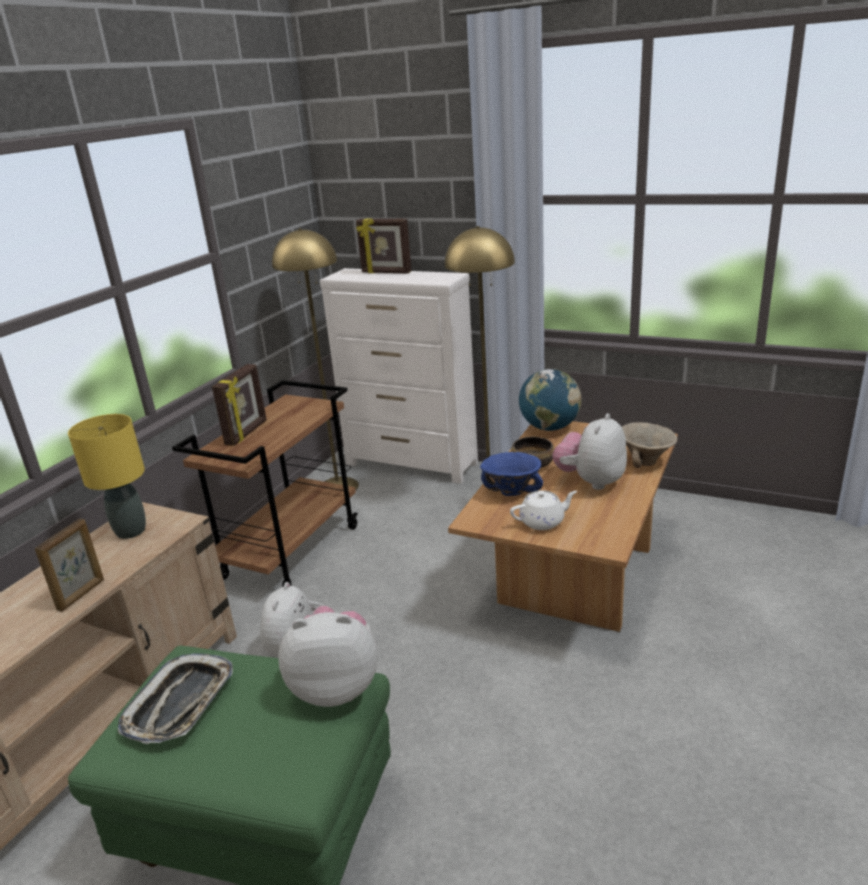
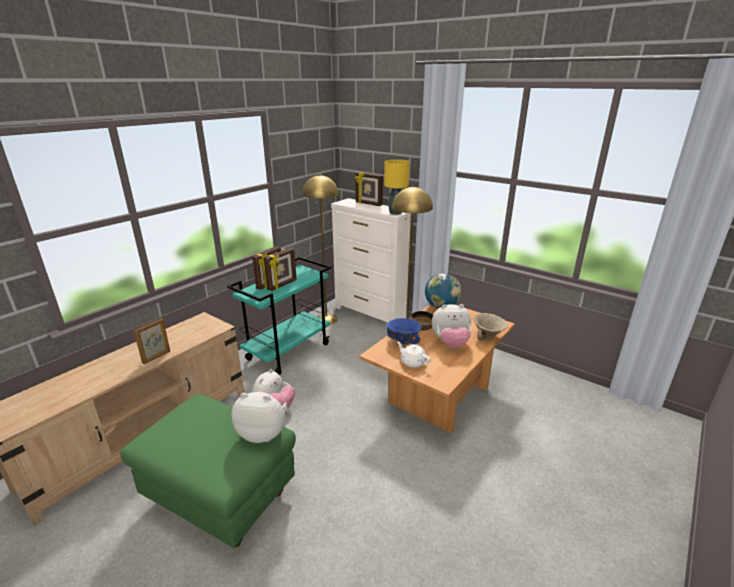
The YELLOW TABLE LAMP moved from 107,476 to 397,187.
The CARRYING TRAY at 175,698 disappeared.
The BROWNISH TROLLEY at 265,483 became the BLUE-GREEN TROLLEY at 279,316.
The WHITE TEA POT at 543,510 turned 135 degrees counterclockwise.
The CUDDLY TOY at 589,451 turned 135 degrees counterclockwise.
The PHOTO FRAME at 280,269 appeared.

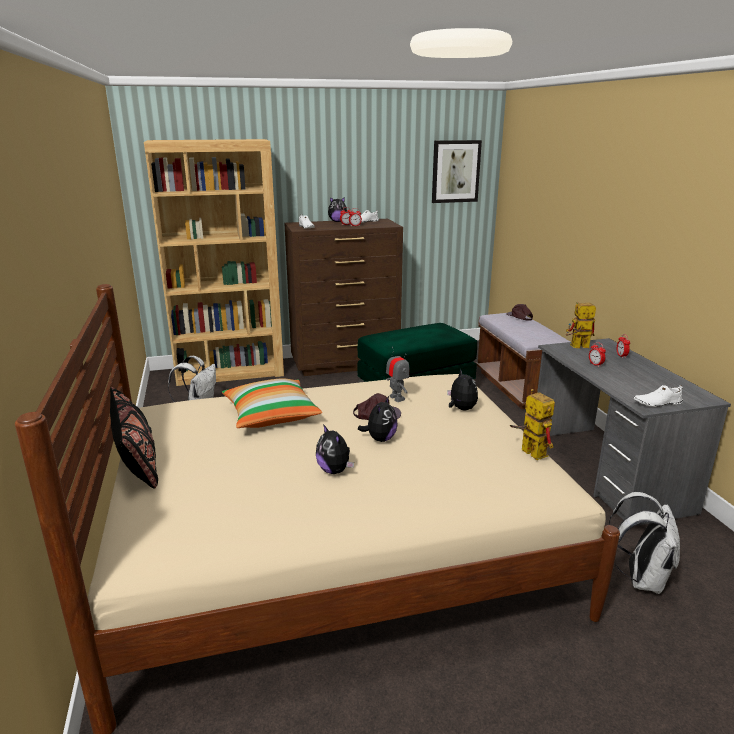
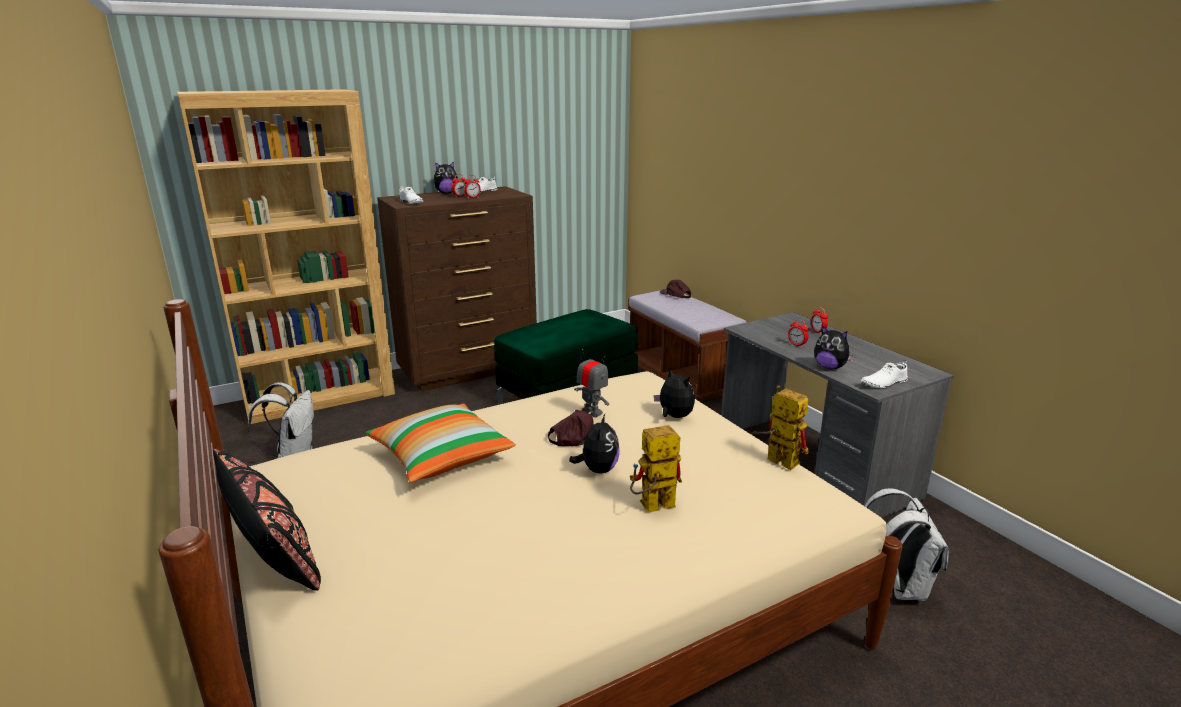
The CUDDLY TOY moved from 335,449 to 834,347.
The WALL ART at 457,171 disappeared.
The TOY ROBOT moved from 581,325 to 656,468.

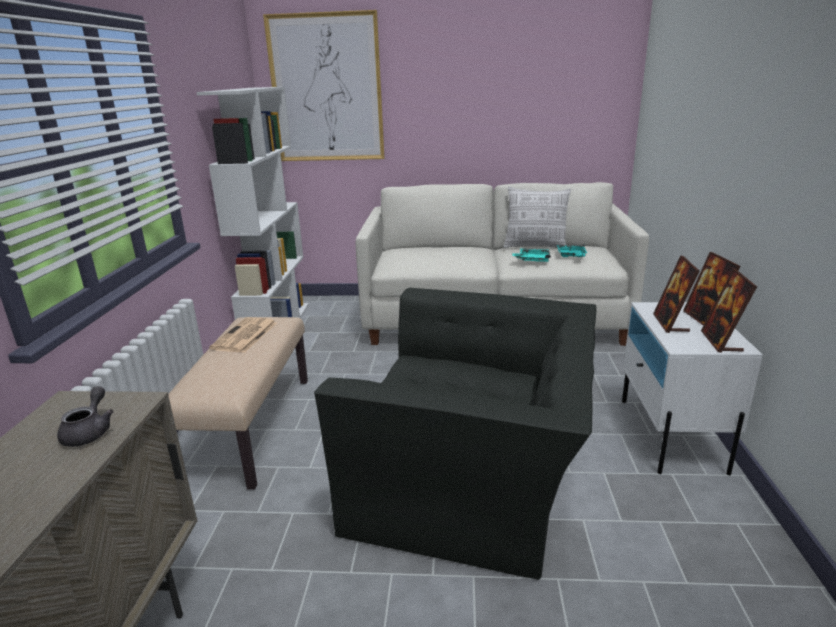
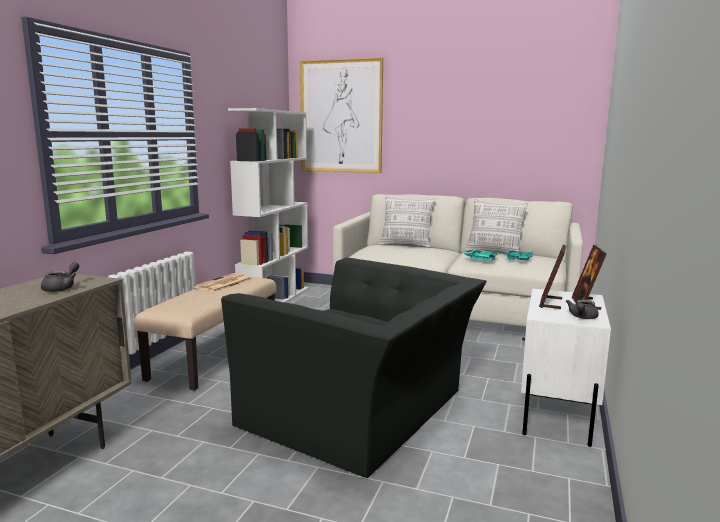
The PHOTO FRAME at 729,311 was replaced by the GREYISH TEA POT at 582,309.
The PILLOW at 407,221 appeared.

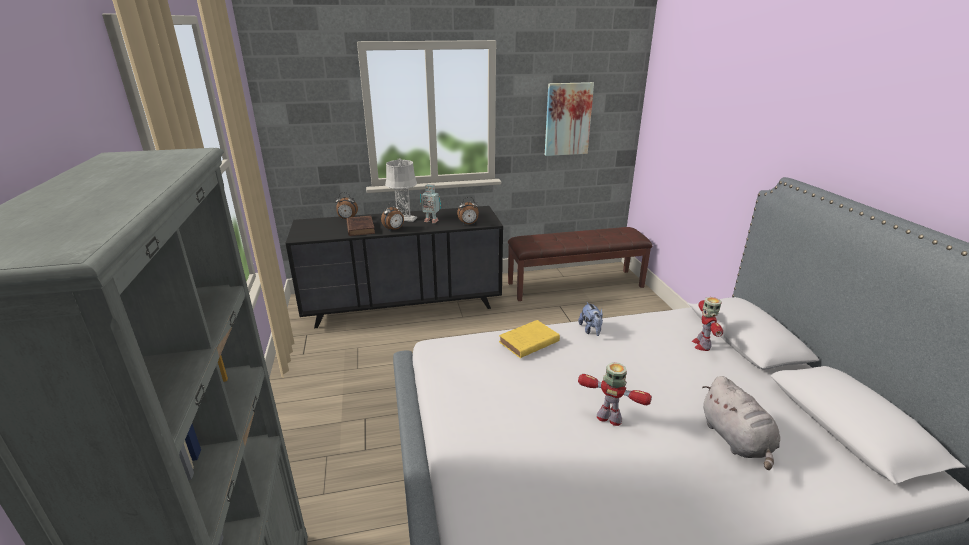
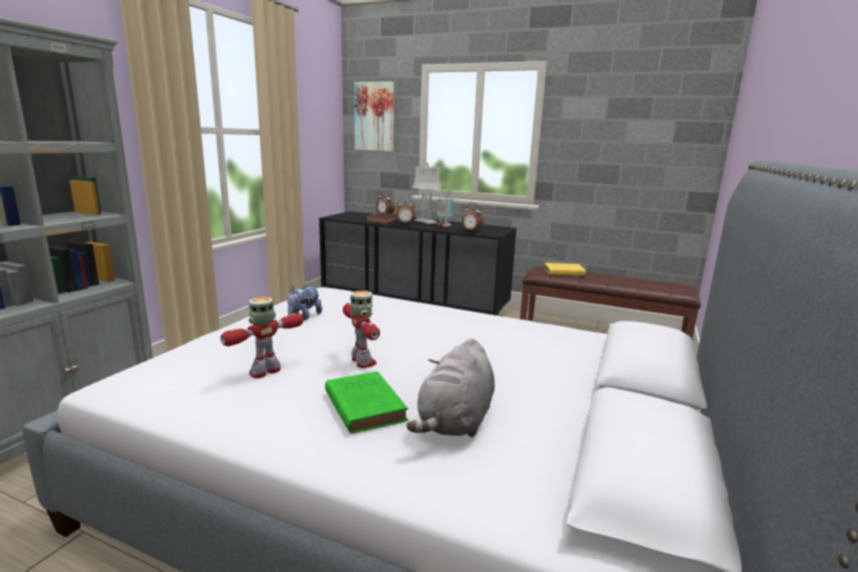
The YELLOW BOUND BOOK moved from 529,339 to 565,269.
The WALL ART moved from 569,119 to 374,116.
The CUDDLY TOY moved from 590,319 to 304,303.
The TOY ROBOT moved from 707,324 to 262,337.
The GREEN BOUND BOOK at 366,402 appeared.

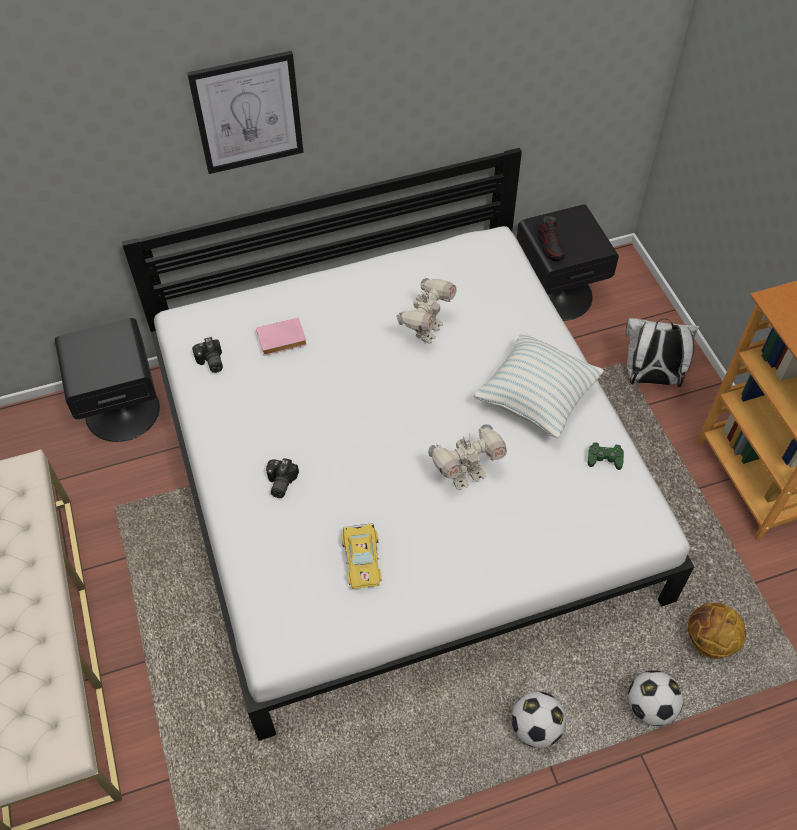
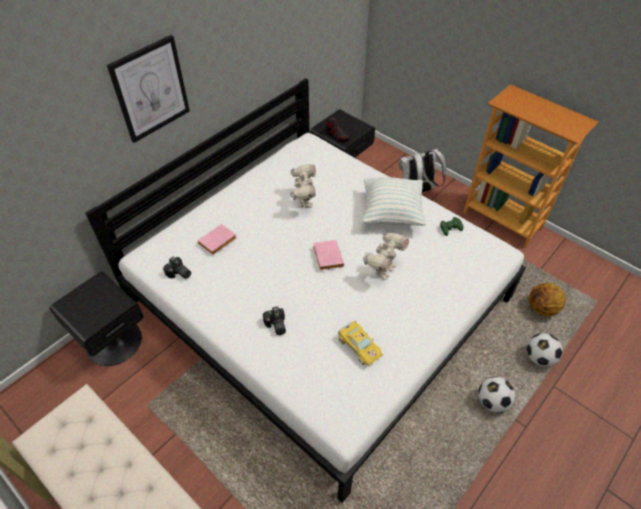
The PINK BOUND BOOK at 328,255 appeared.

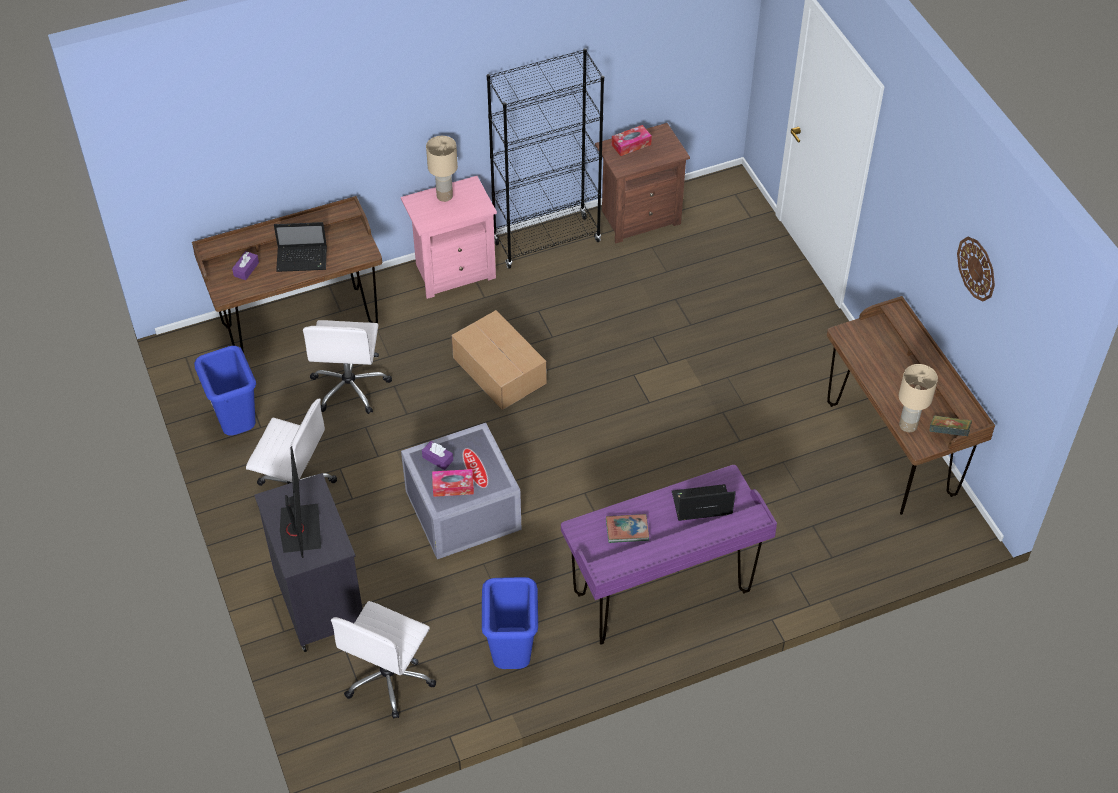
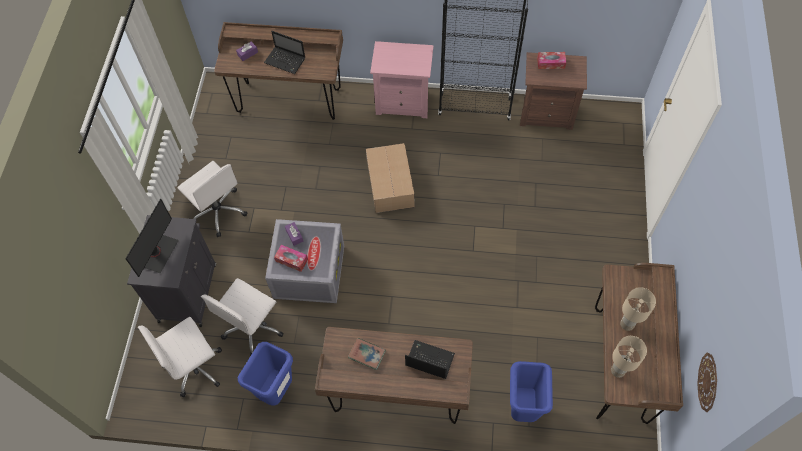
The BLUISH RUBBISH BIN moved from 225,391 to 531,391.
The WHITE OFFICE CHAIR moved from 347,367 to 242,317.
The BEIGE TABLE LAMP moved from 442,169 to 638,309.
The PURPLE-COLOURED DESK at 669,555 became the BROWNISH DESK at 394,375.
The BOUND BOOK at 950,425 disappeared.
The CLOCK ON THE WALL moved from 976,269 to 707,382.

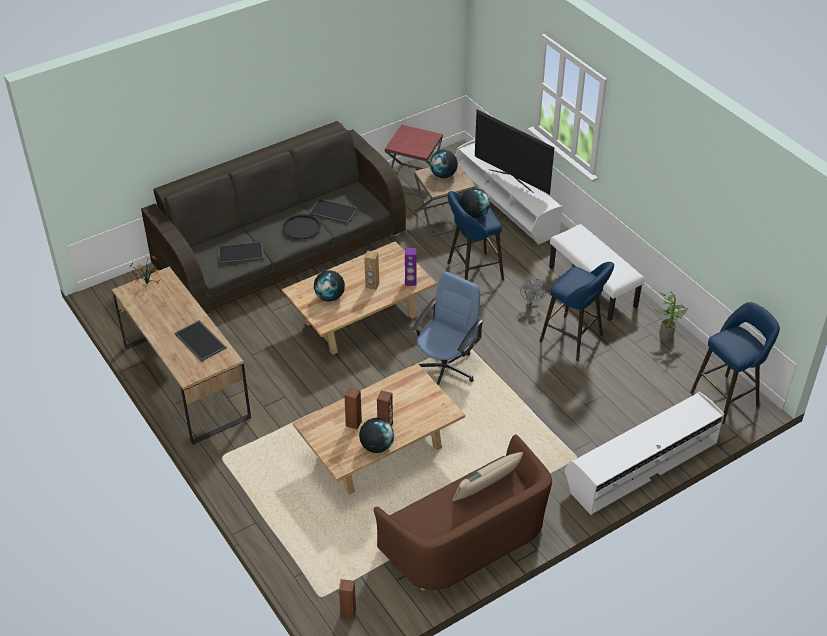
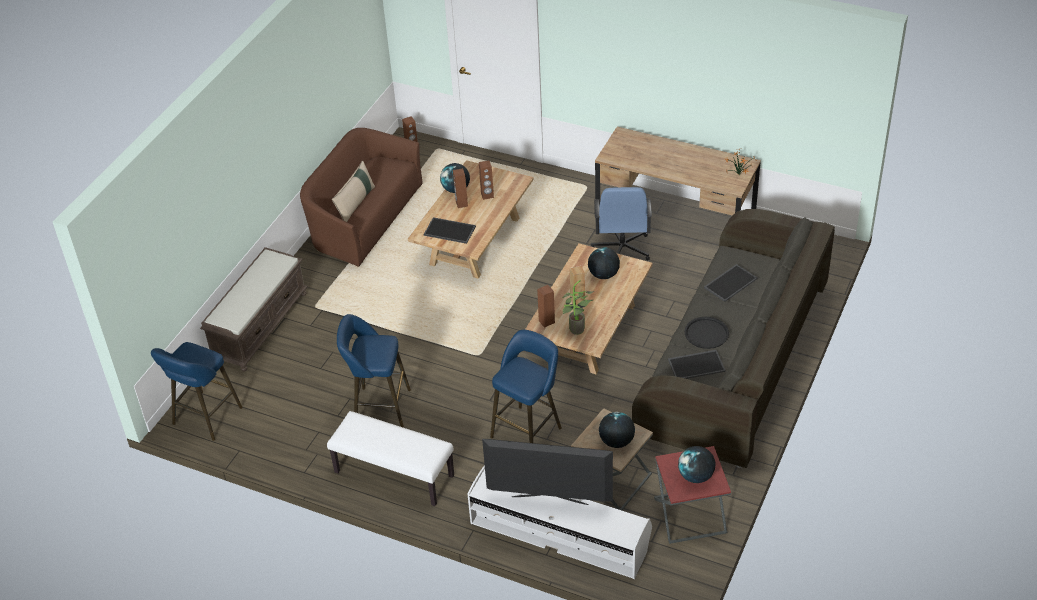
The CARRYING TRAY moved from 200,341 to 450,230.
The PURPLE-COLOURED AUDIO SPEAKER at 411,267 became the BROWNISH AUDIO SPEAKER at 546,306.
The BLUISH OFFICE CHAIR moved from 448,329 to 621,224.
The GLOBE moved from 475,203 to 696,464.
The GREYISH ELECTRIC FAN at 534,293 disappeared.
The WHITE TV STAND at 644,453 was replaced by the BROWNISH BENCH at 254,309.
The HOUSEPLANT moved from 671,316 to 578,307.

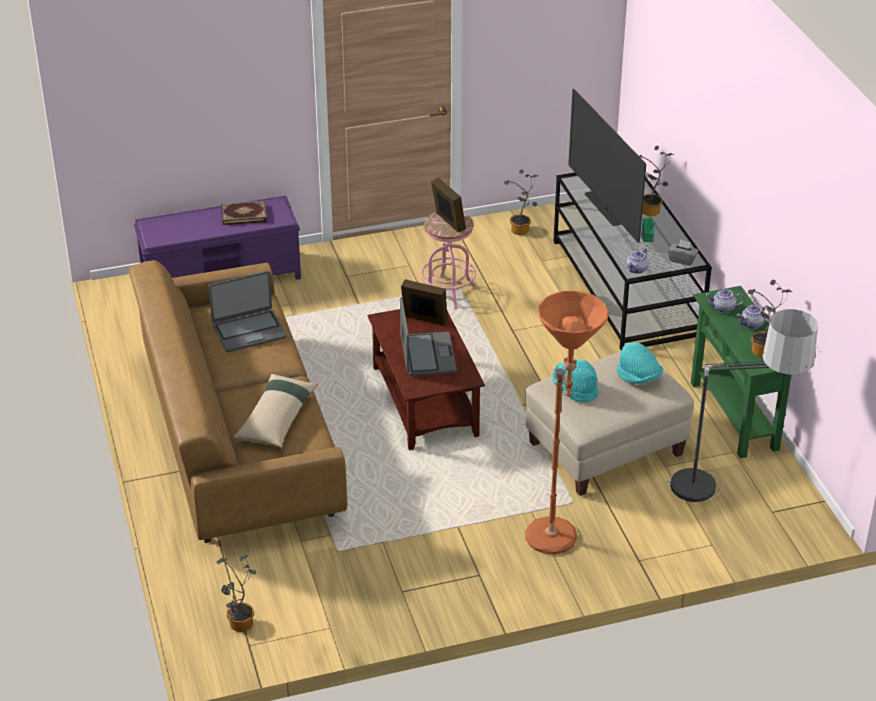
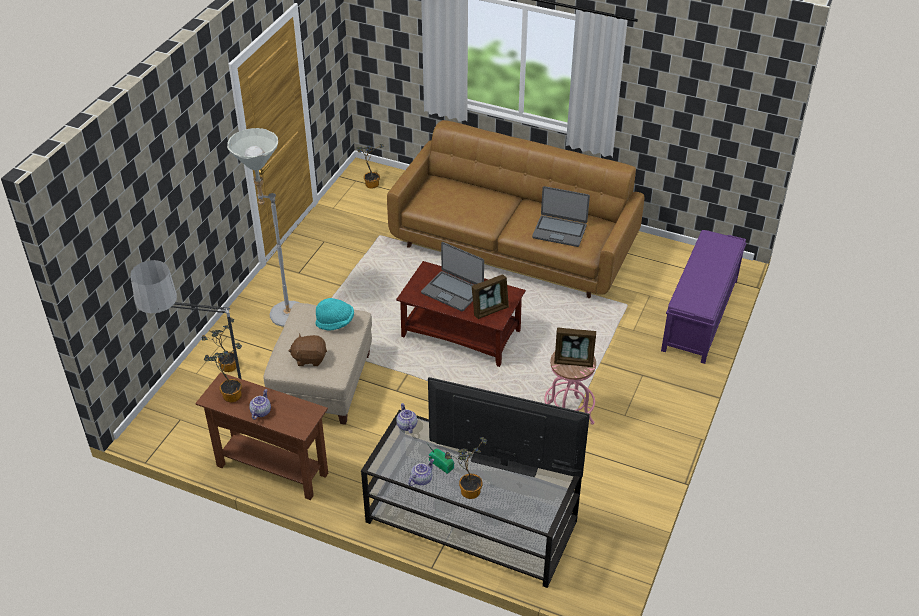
The LAPTOP at 248,311 turned 90 degrees counterclockwise.
The BOUND BOOK at 244,213 disappeared.
The BEIGE PILLOW at 275,411 disappeared.
The HOUSEPLANT moved from 521,202 to 219,345.
The ORANGE STANDING LAMP at 567,422 became the GREYISH STANDING LAMP at 263,227.
The BLUE-GREEN WEARABLE HAT at 640,363 was replaced by the BROWNISH CUDDLY TOY at 307,350.
The GREYISH TISSUE HOLDER at 683,253 disappeared.
The GREEN CONSOLE TABLE at 741,372 became the BROWNISH CONSOLE TABLE at 261,436.
The TEA POT moved from 725,301 to 421,472.

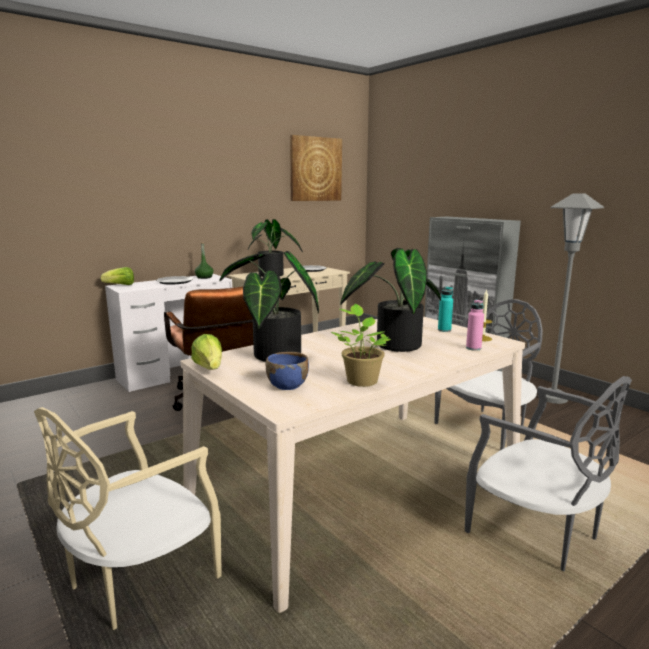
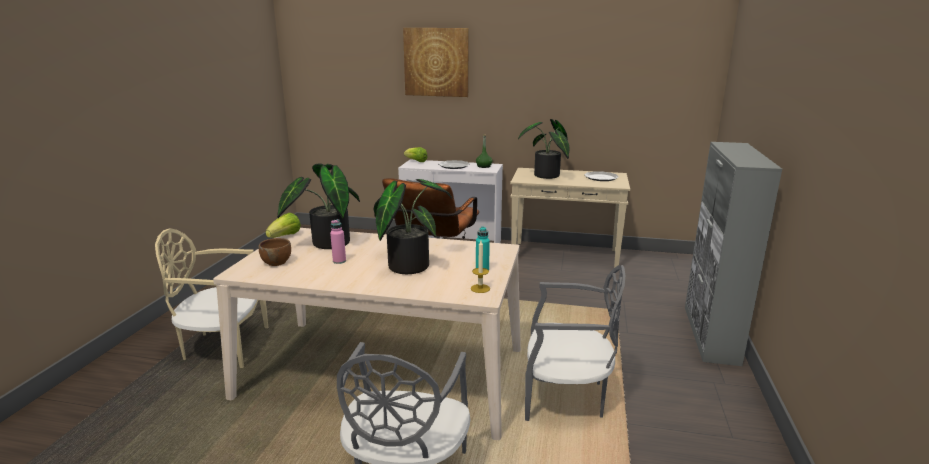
The BLUISH DEEP DISH at 287,371 became the BROWNISH DEEP DISH at 274,252.
The WALL ART moved from 316,168 to 436,62.
The HOUSEPLANT at 361,345 disappeared.
The PINK BOTTLE moved from 475,325 to 338,241.
The GREYISH STANDING LAMP at 575,298 disappeared.

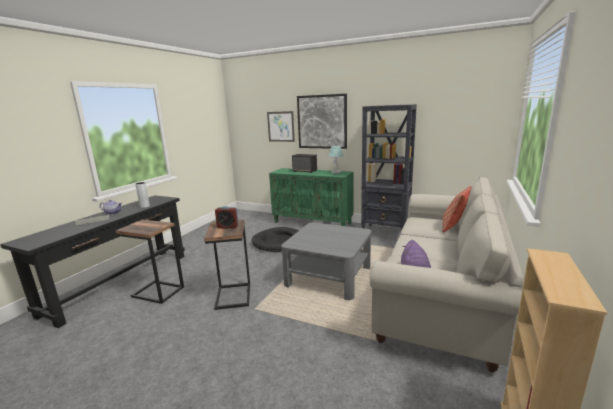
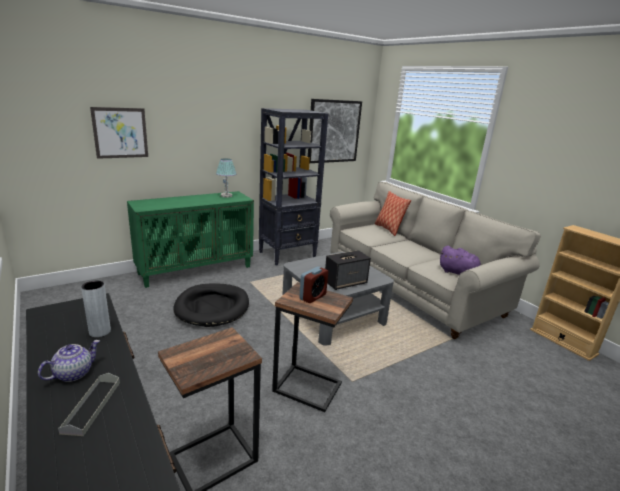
The AUDIO SPEAKER moved from 304,163 to 348,270.
The WALL ART moved from 322,121 to 335,131.

